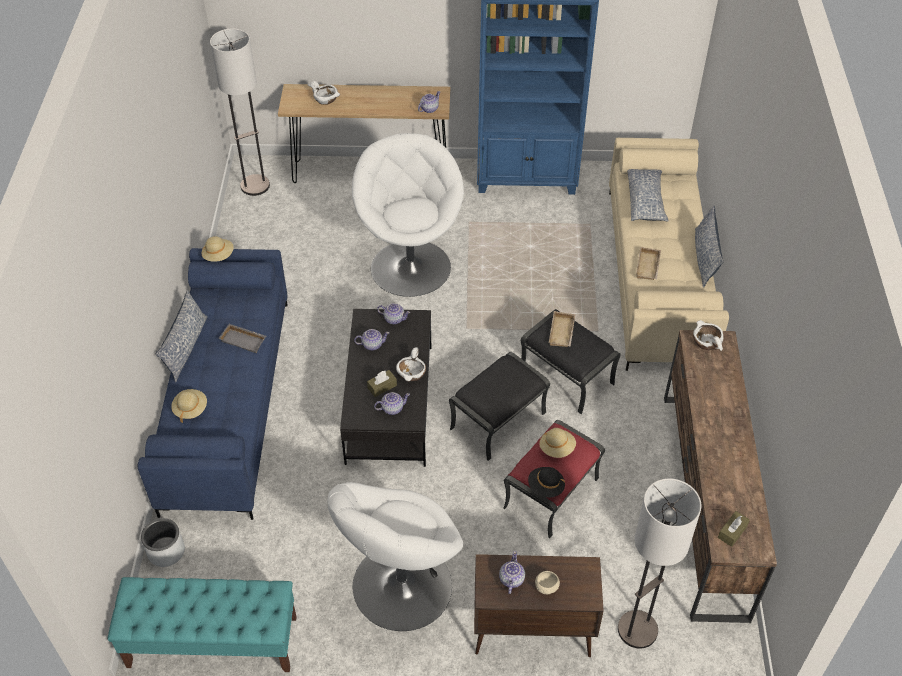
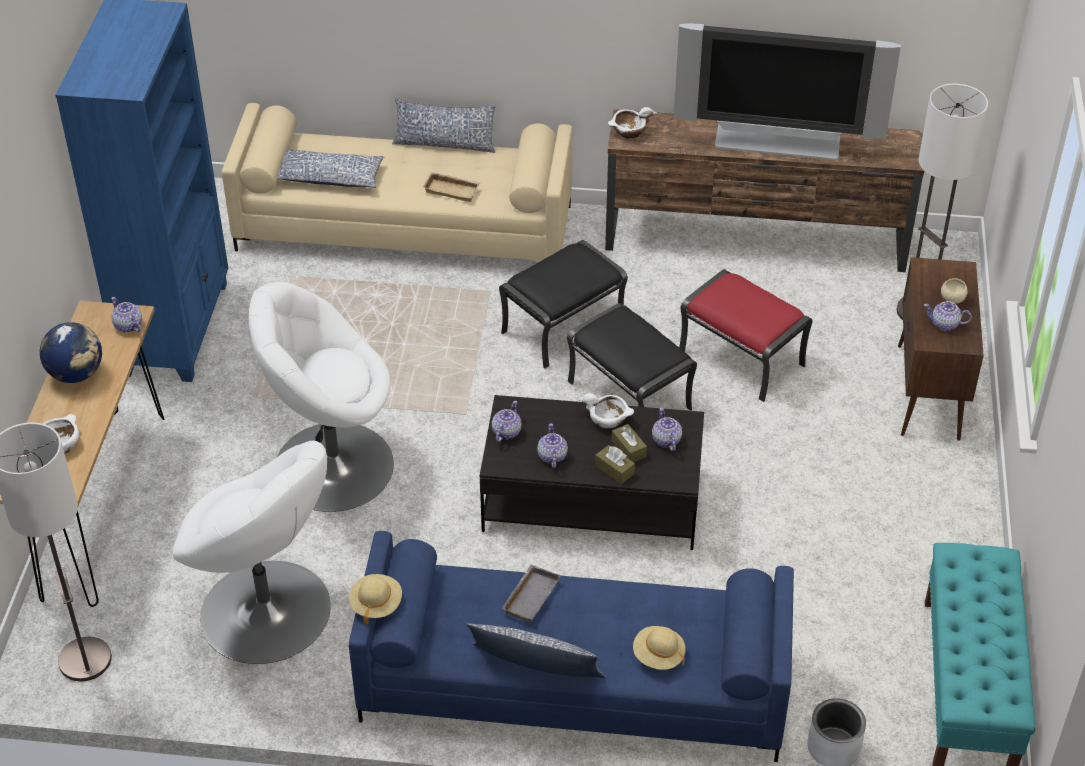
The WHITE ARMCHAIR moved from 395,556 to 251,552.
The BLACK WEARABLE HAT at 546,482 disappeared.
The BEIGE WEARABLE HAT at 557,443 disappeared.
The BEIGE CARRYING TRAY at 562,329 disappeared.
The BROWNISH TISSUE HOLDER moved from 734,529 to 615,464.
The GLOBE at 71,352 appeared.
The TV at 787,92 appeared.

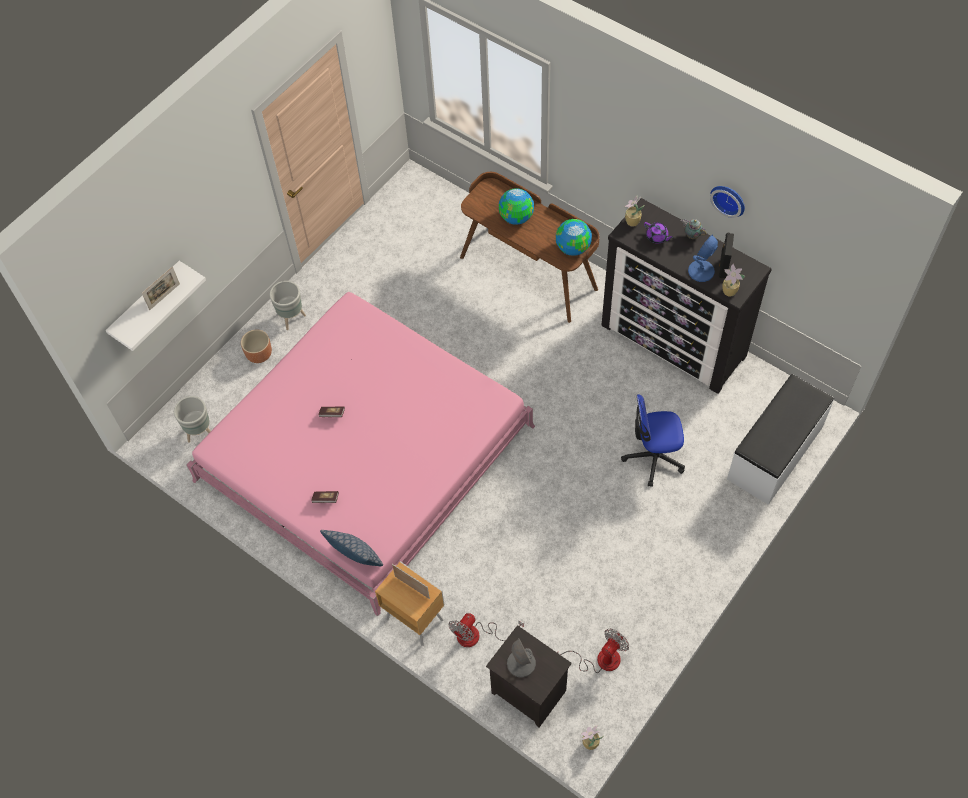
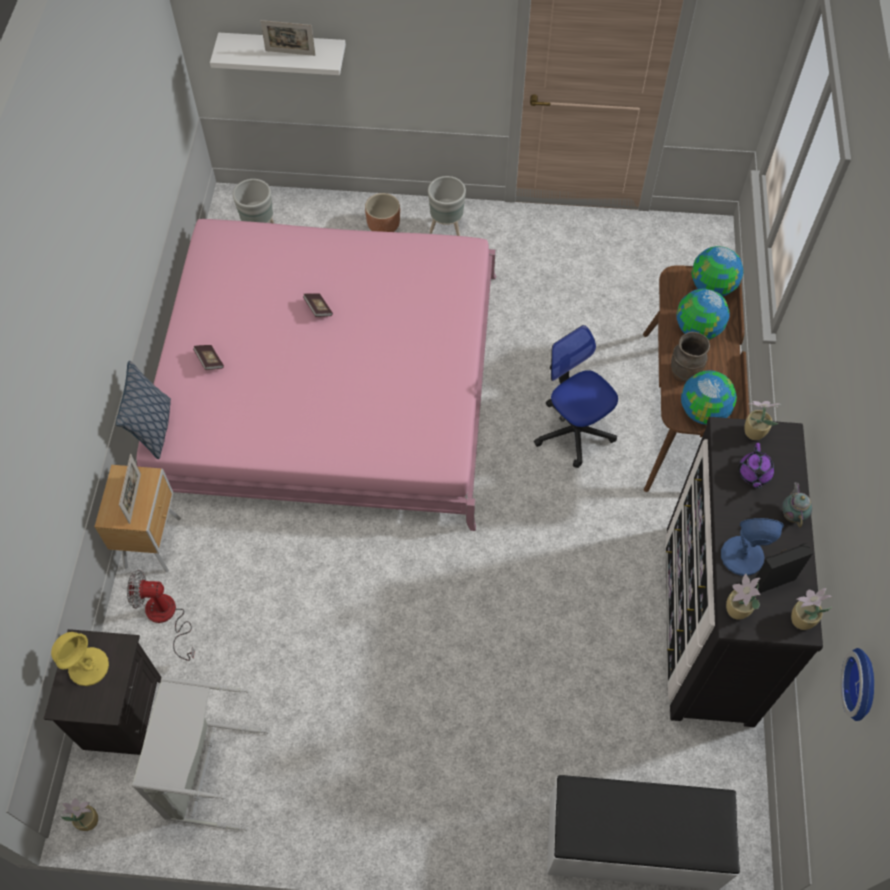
The GREYISH TABLE LAMP at 521,658 became the YELLOW TABLE LAMP at 80,659.
The ELECTRIC FAN at 593,651 was replaced by the GREYISH HAMPER at 200,754.
The OFFICE CHAIR moved from 653,440 to 576,396.
The CLOCK ON THE WALL moved from 727,202 to 857,684.
The BROWNISH DECORATIVE VASE at 690,357 appeared.
The GLOBE at 718,271 appeared.
The HOUSEPLANT at 811,609 appeared.

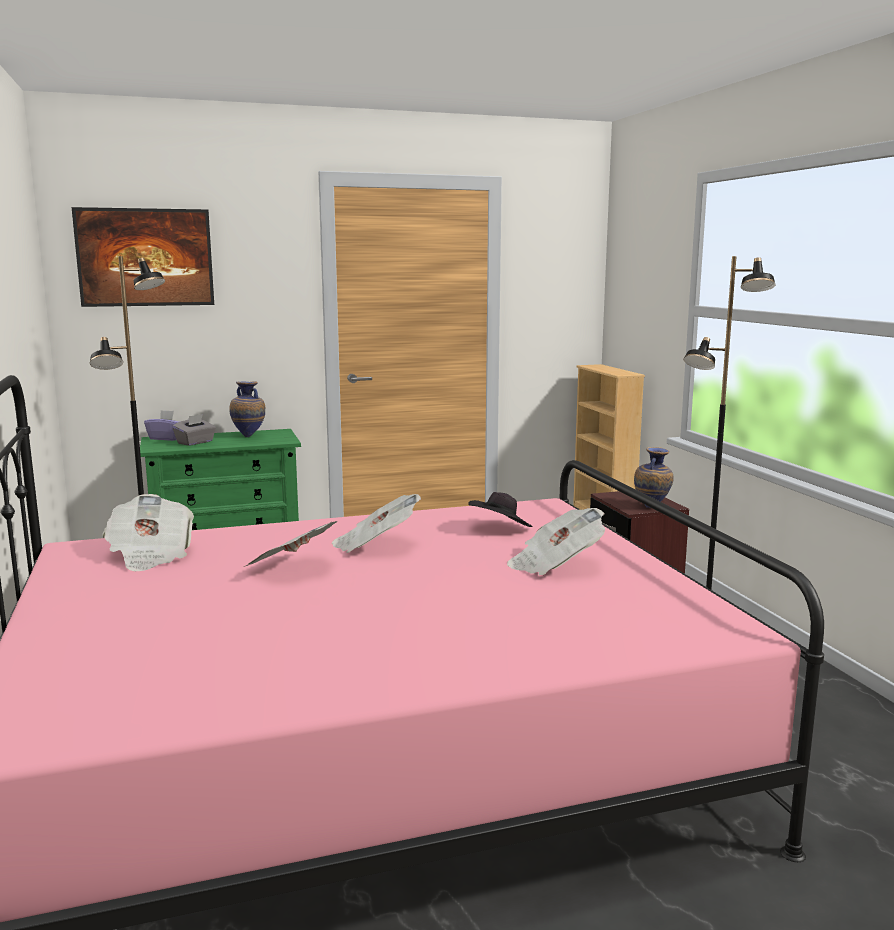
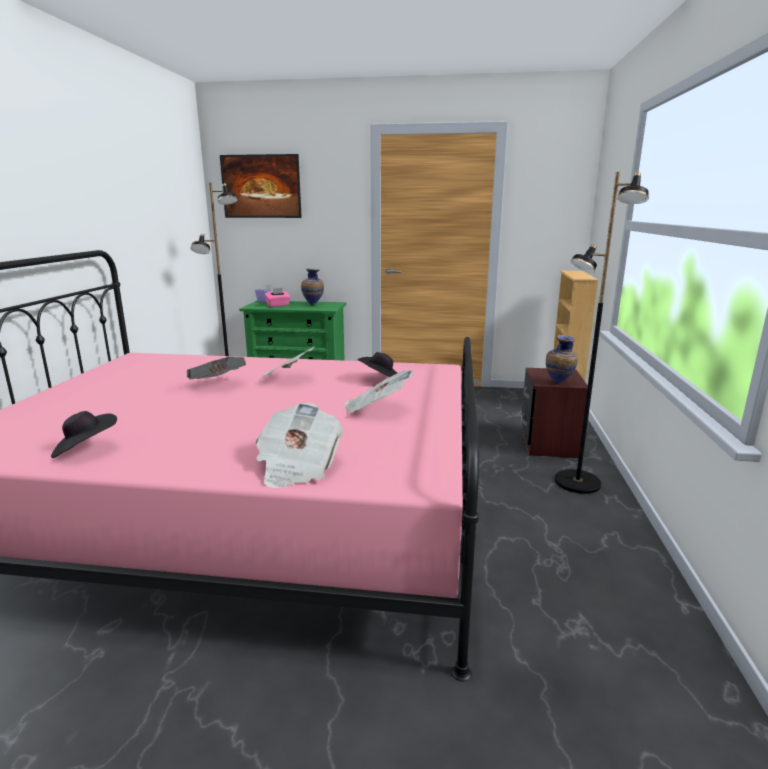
The DAILY PAPER moved from 148,533 to 299,445.
The GREYISH TISSUE HOLDER at 194,430 became the PINK TISSUE HOLDER at 277,297.
The BLACK WEARABLE HAT at 84,434 appeared.

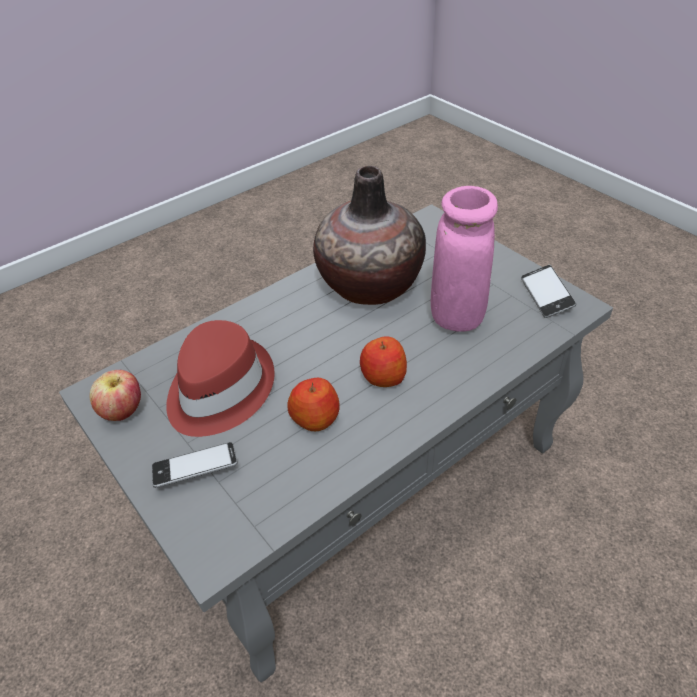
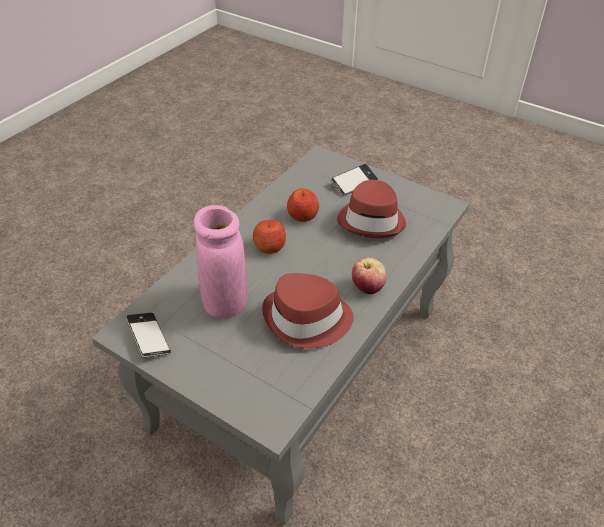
The APPLE FRUIT moved from 115,395 to 369,276.
The DECORATIVE VASE at 369,235 was replaced by the RED-COLOURED WEARABLE HAT at 308,311.

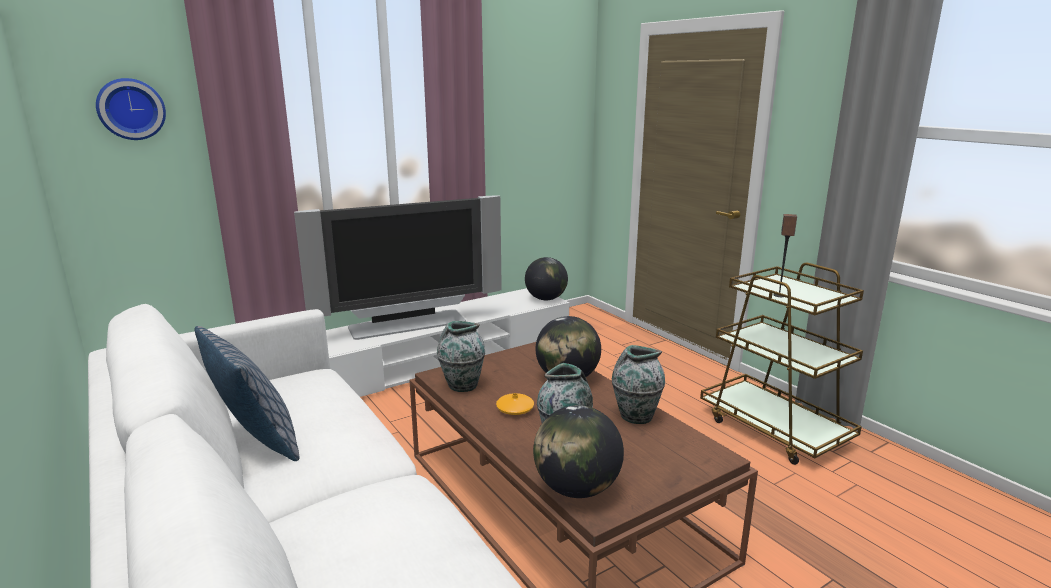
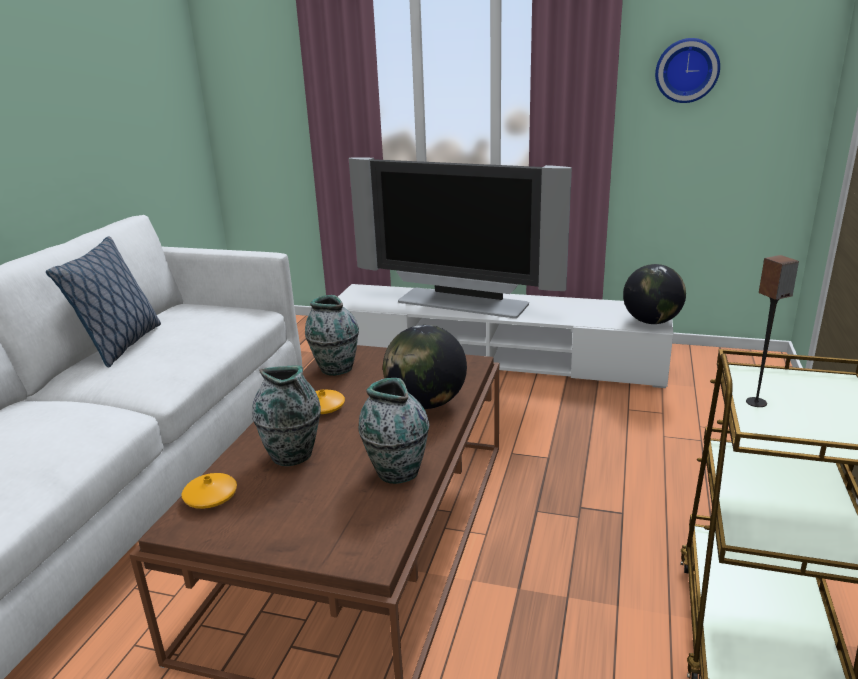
The CLOCK ON THE WALL moved from 131,109 to 687,70.
The GLOBE at 578,451 was replaced by the ORANGE DECORATIVE VASE at 209,491.

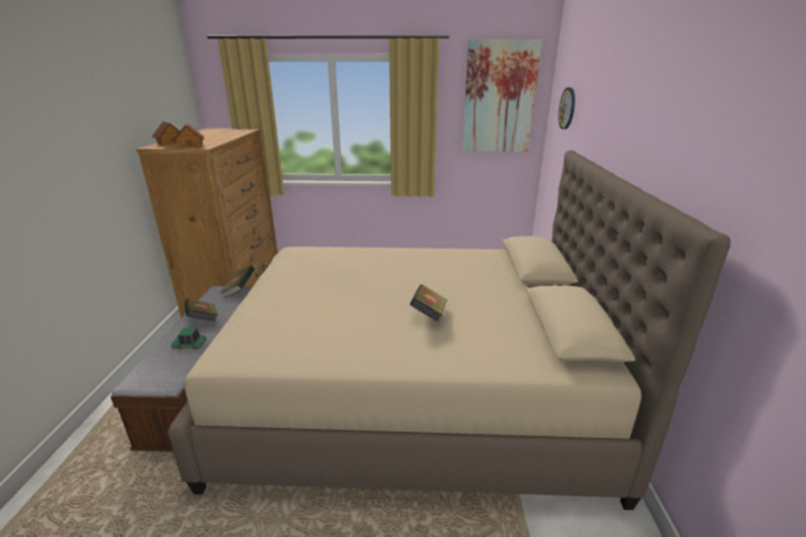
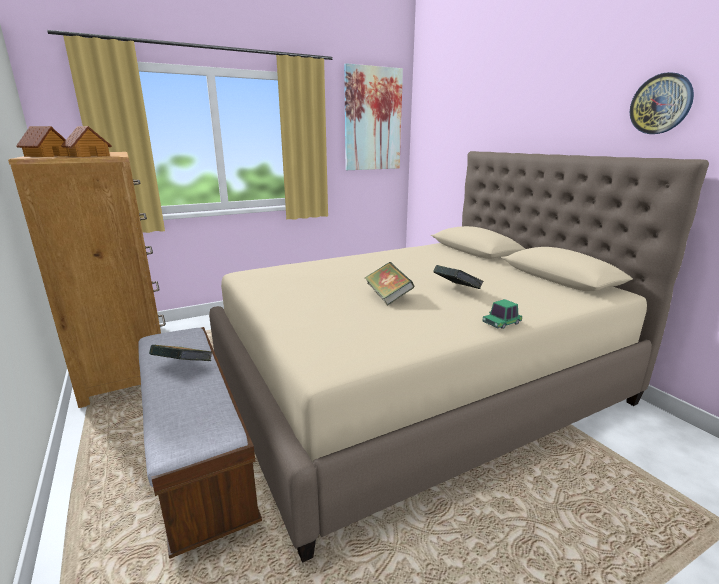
The MINIATURE CAR moved from 188,339 to 502,314.
The BOUND BOOK moved from 237,281 to 390,283.
The CLOCK ON THE WALL moved from 566,108 to 662,103.

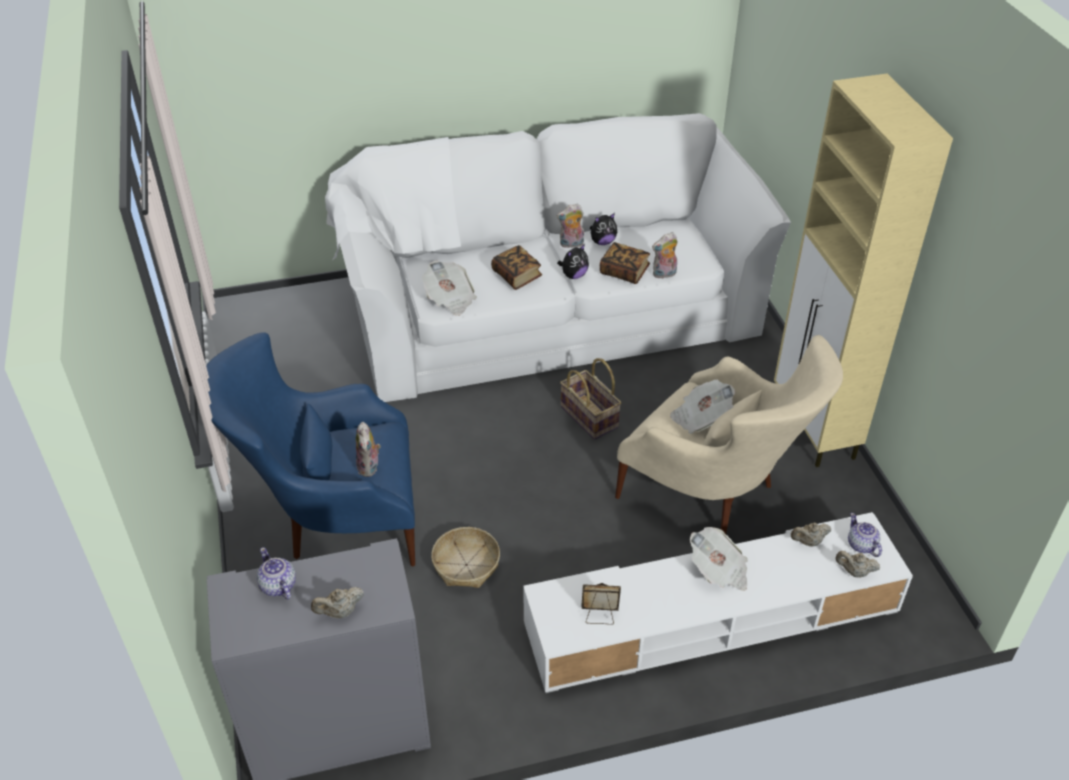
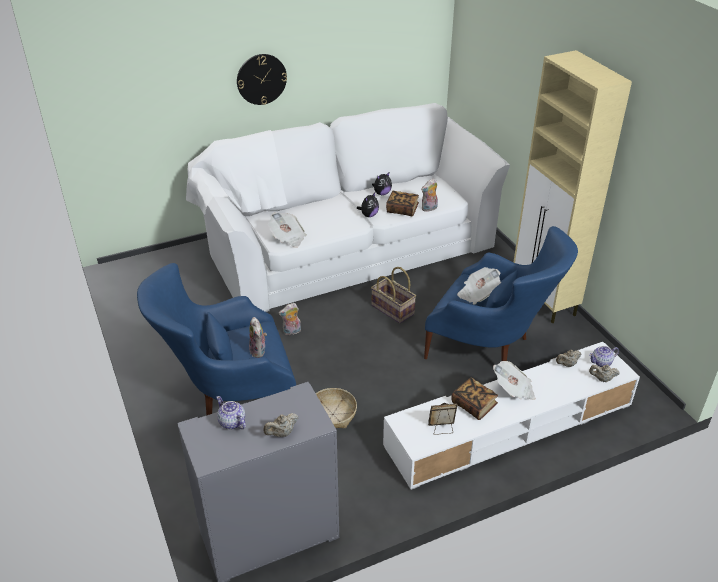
The BOUND BOOK moved from 516,267 to 475,399.
The CUDDLY TOY moved from 570,226 to 290,319.
The BEIGE ARMCHAIR at 729,434 became the BLUISH ARMCHAIR at 501,293.
The TEA POT at 865,535 turned 75 degrees counterclockwise.
The CLOCK ON THE WALL at 262,79 appeared.

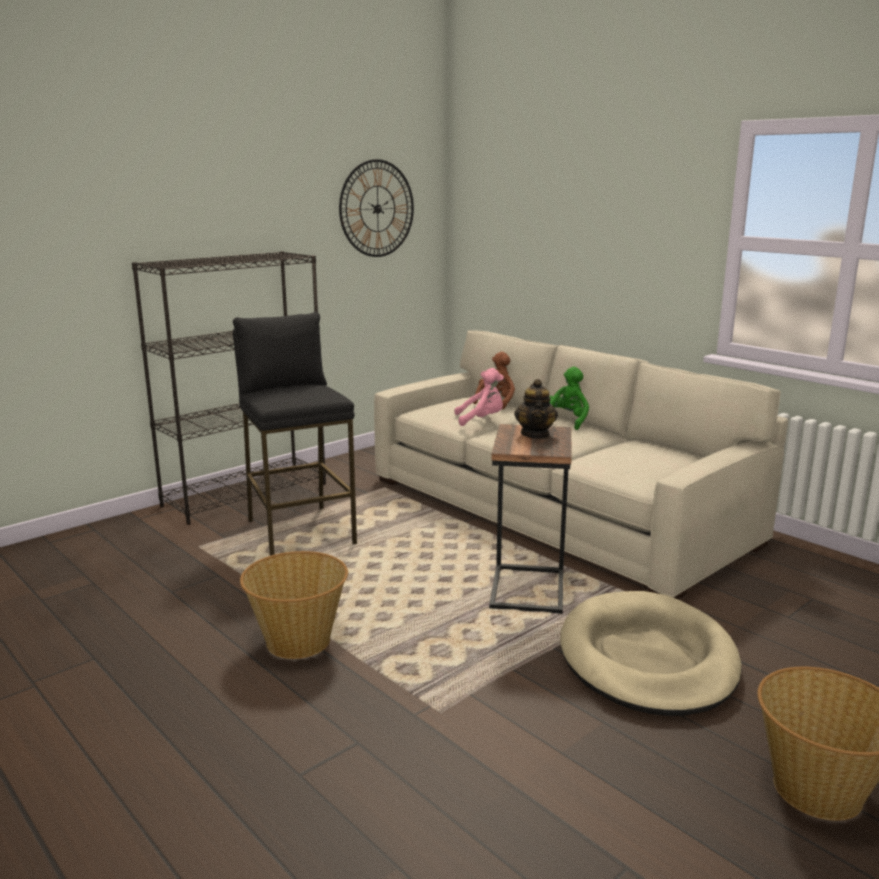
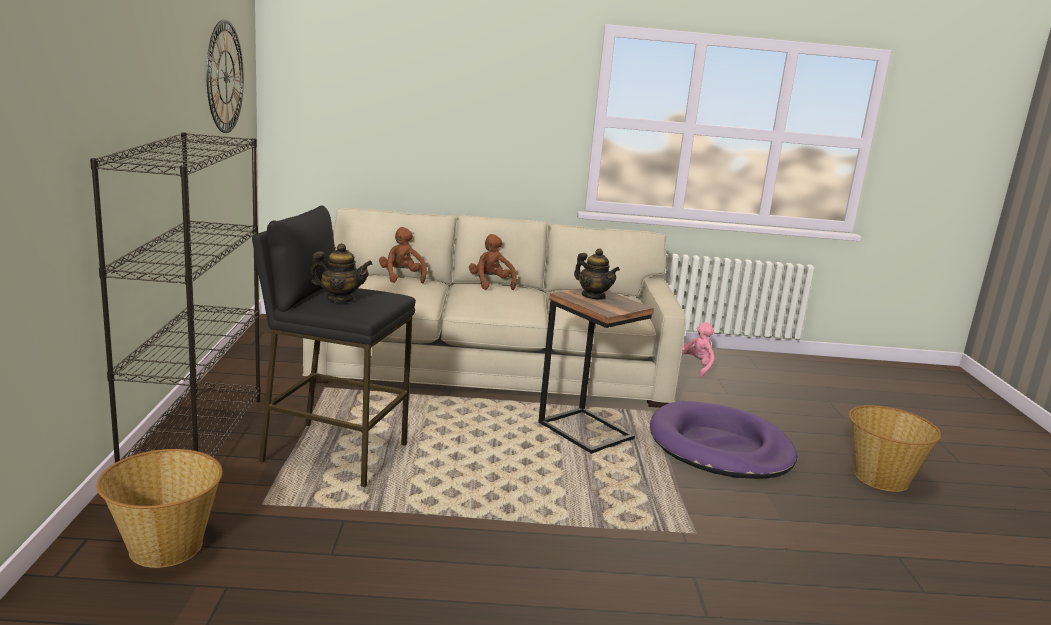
The BASKET moved from 294,605 to 159,508.
The PINK CUDDLY TOY moved from 479,397 to 698,349.
The GREEN CUDDLY TOY at 569,398 became the BROWNISH CUDDLY TOY at 493,262.
The BEIGE PET BED at 651,653 became the PURPLE-COLOURED PET BED at 724,440.
The TEA POT at 341,272 appeared.

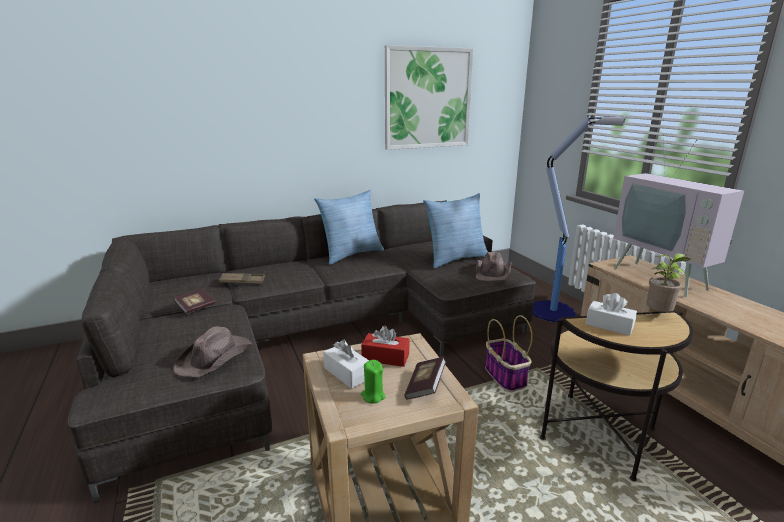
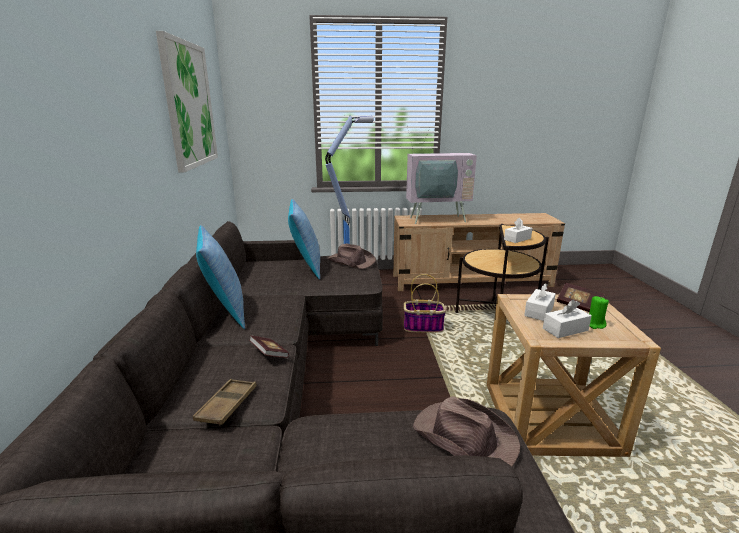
The BOUND BOOK moved from 194,301 to 269,346.
The RED-COLOURED TISSUE HOLDER at 385,346 became the WHITE TISSUE HOLDER at 540,302.
The HOUSEPLANT at 668,282 disappeared.

